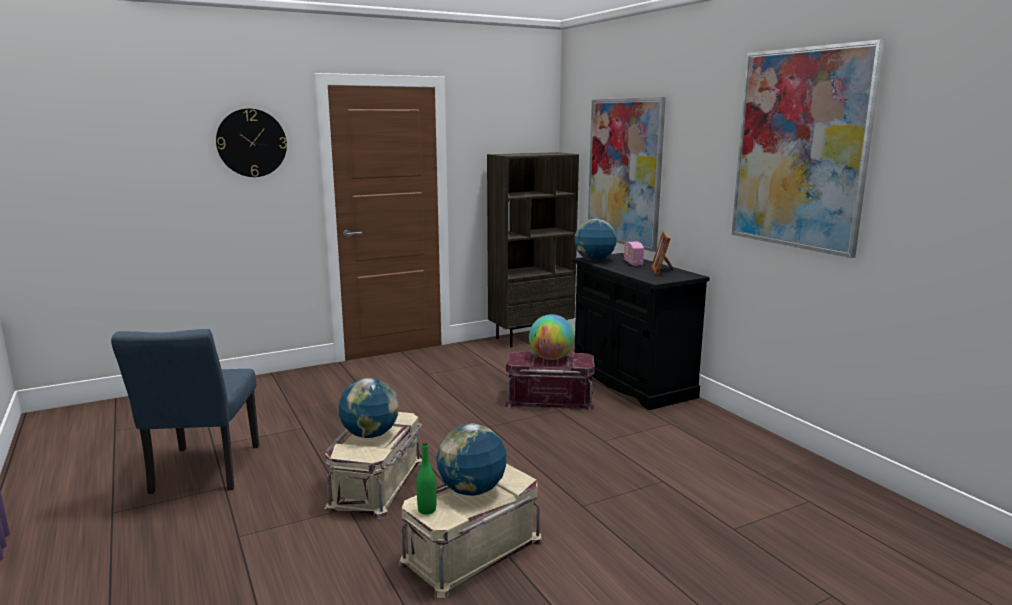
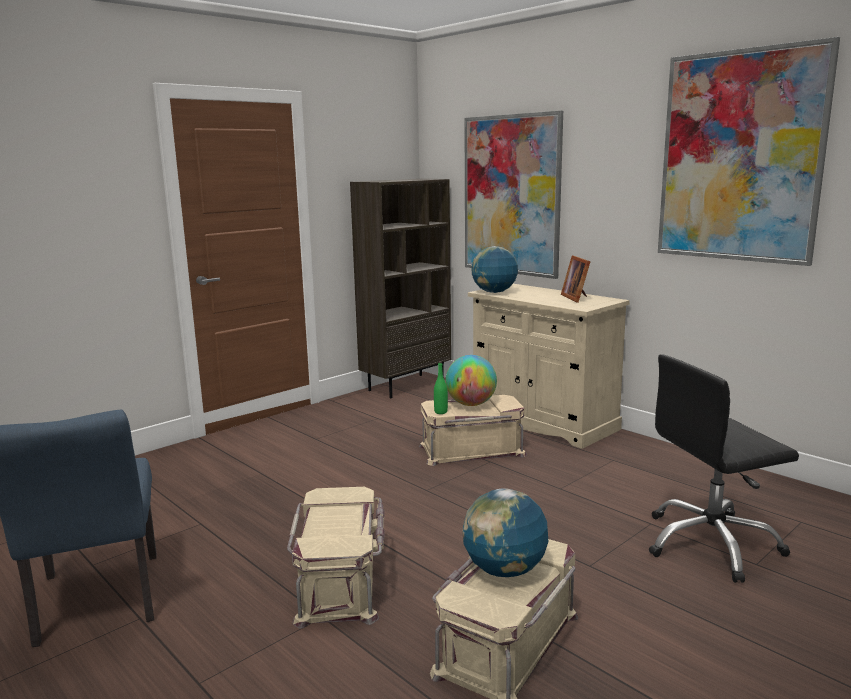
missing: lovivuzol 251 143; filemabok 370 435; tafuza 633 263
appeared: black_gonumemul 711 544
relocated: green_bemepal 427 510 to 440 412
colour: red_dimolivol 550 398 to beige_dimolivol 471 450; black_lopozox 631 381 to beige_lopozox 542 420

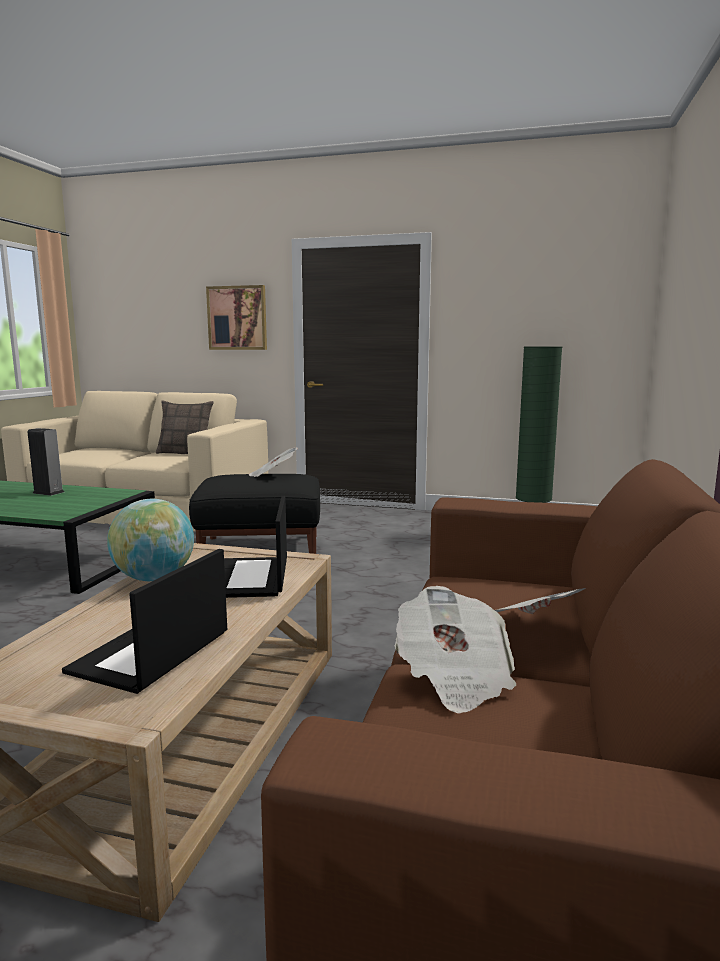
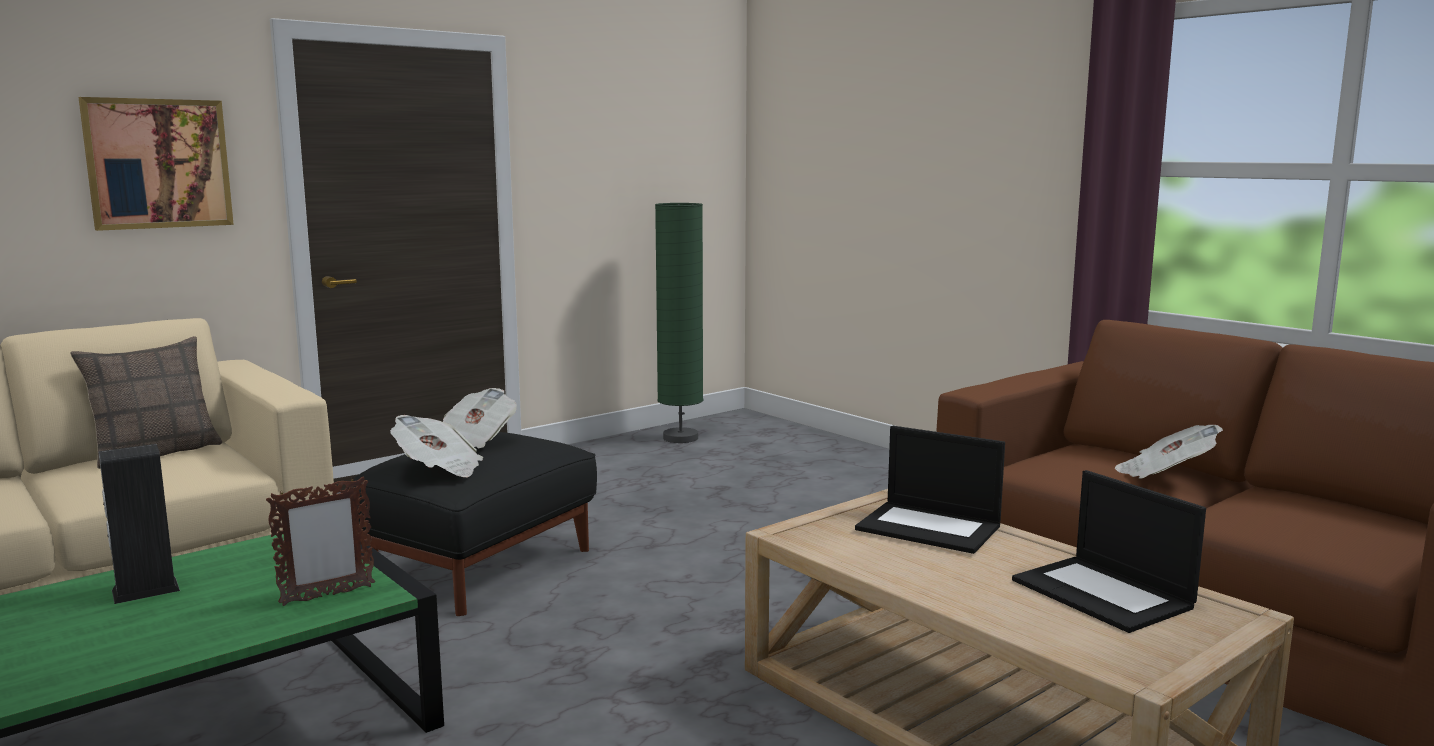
missing: filemabok 154 578
appeared: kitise 327 596
relocated: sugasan 453 677 to 439 469

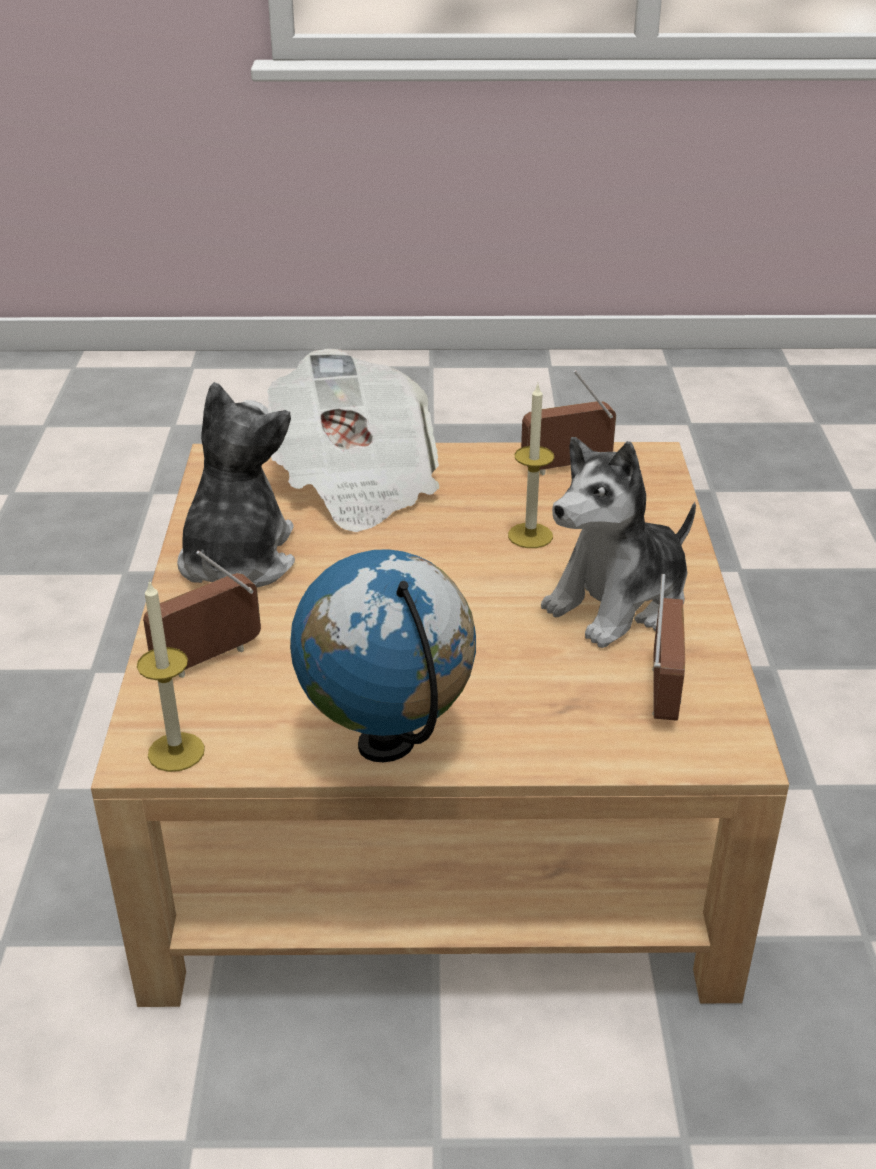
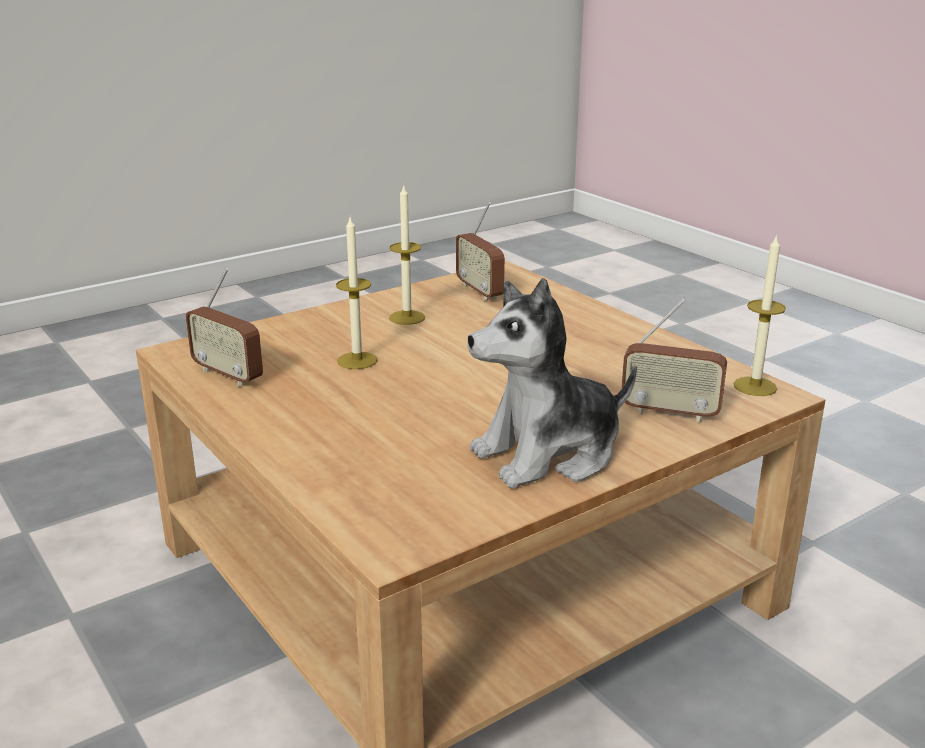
missing: sugasan 354 482; filemabok 387 744
exchanged: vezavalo 619 603 to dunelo 407 317
spun: tafuza 662 692 = 480 291 90 degrees counterclockwise

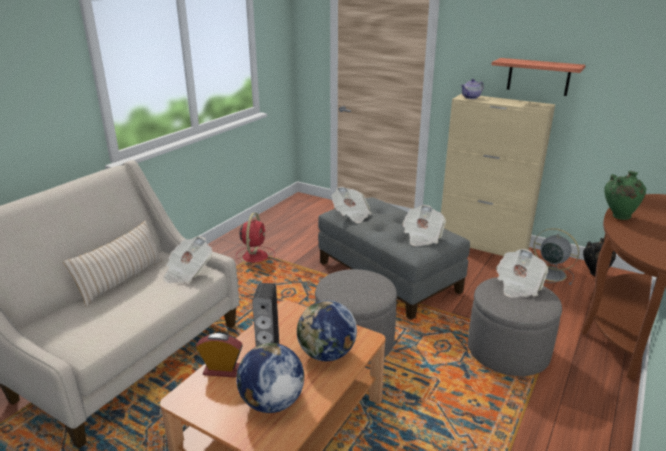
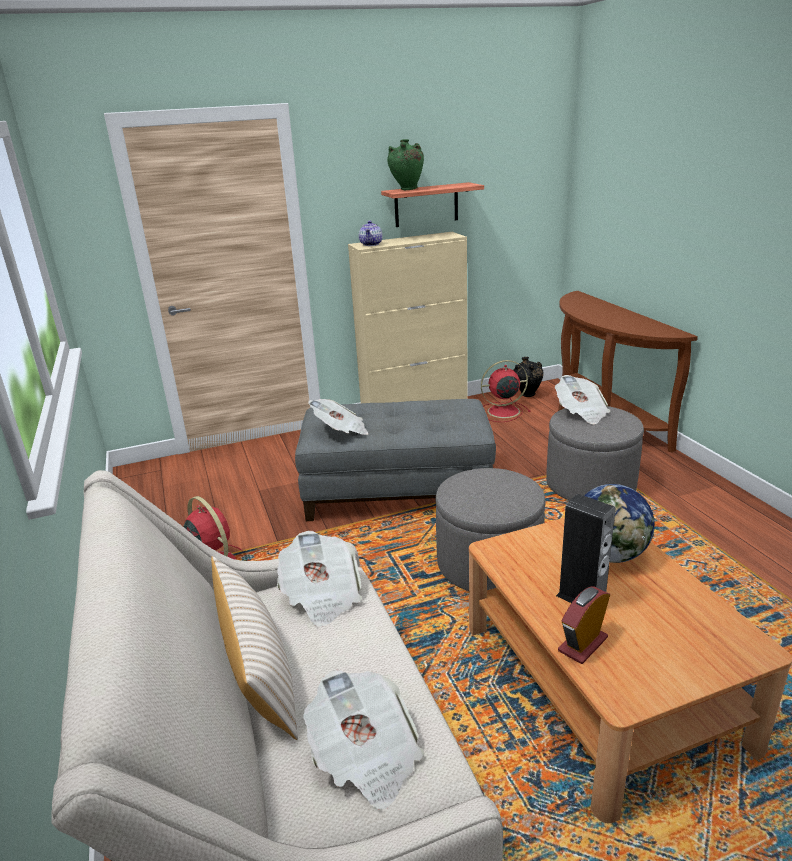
missing: filemabok 271 402
relocated: sugasan 422 237 to 366 757; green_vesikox 618 216 to 407 189
colour: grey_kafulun 549 273 to red_kafulun 502 411

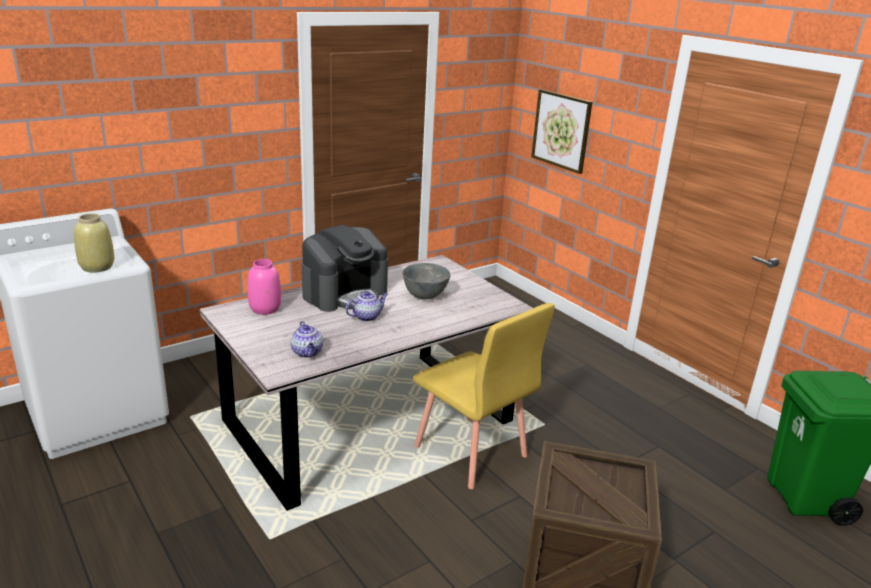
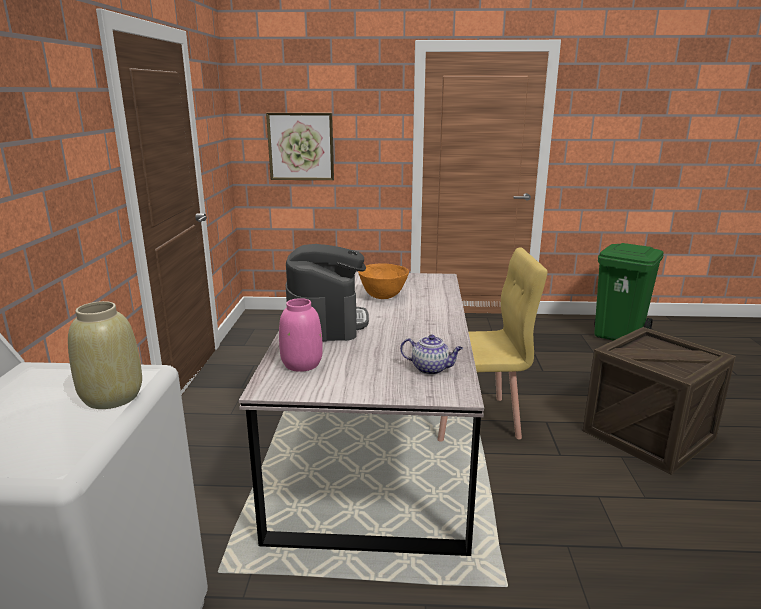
missing: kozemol 367 316
colour: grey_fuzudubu 424 296 to orange_fuzudubu 383 297

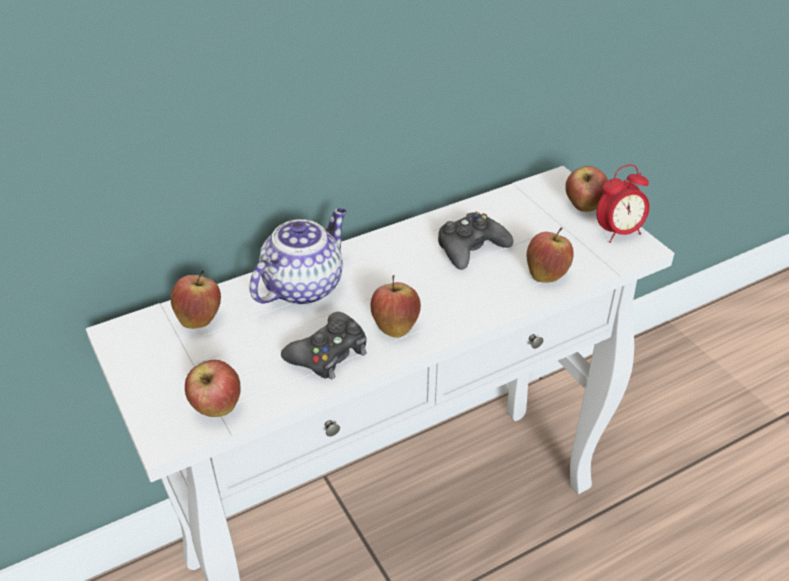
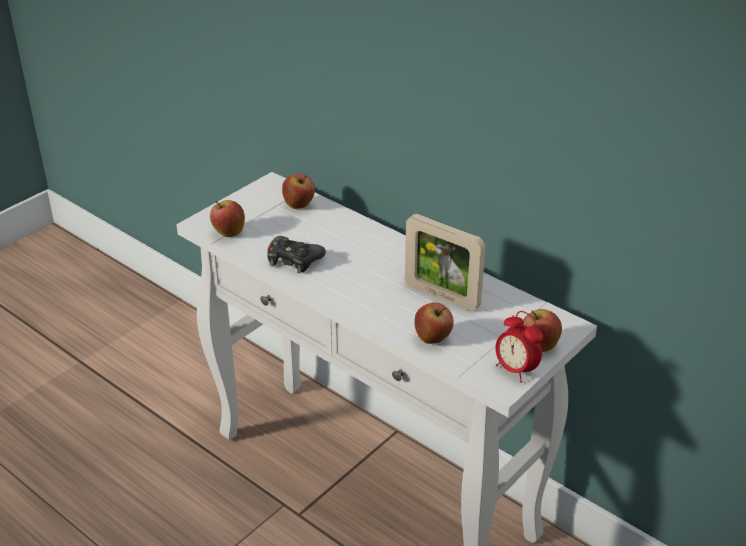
missing: kozemol 303 286; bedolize 395 326
exchanged: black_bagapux 471 248 to kitise 442 296

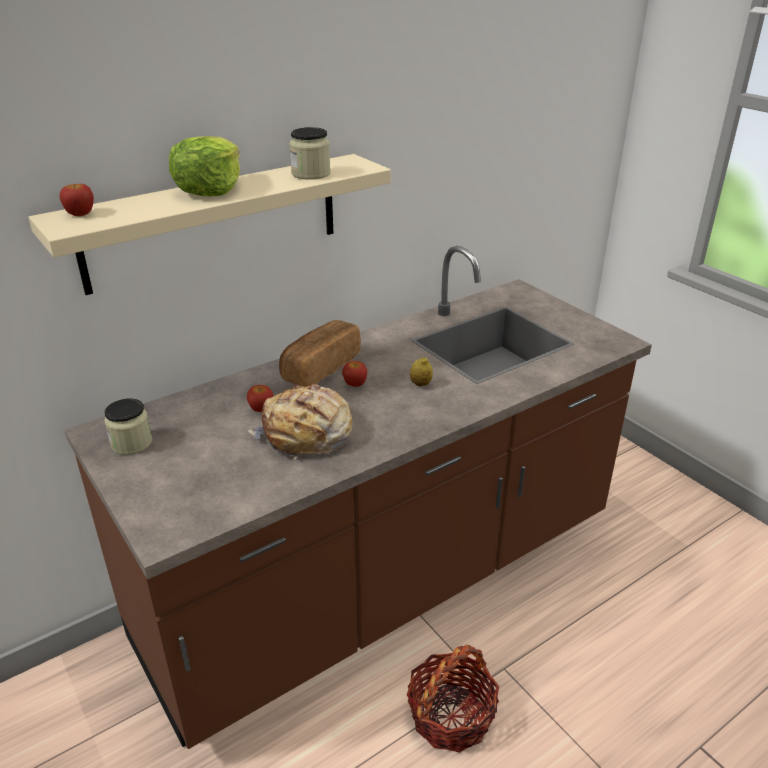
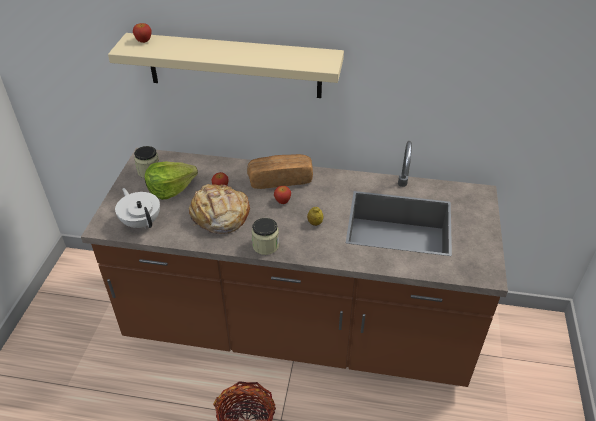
appeared: white_kozemol 141 222
relocated: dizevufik 210 189 to 170 189; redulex 311 174 to 265 245

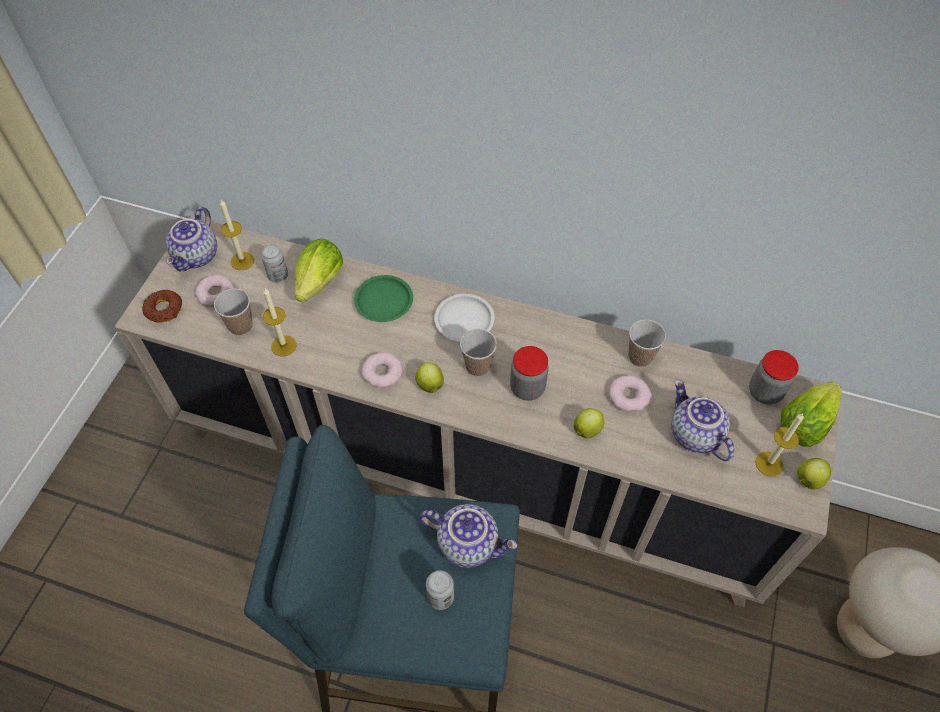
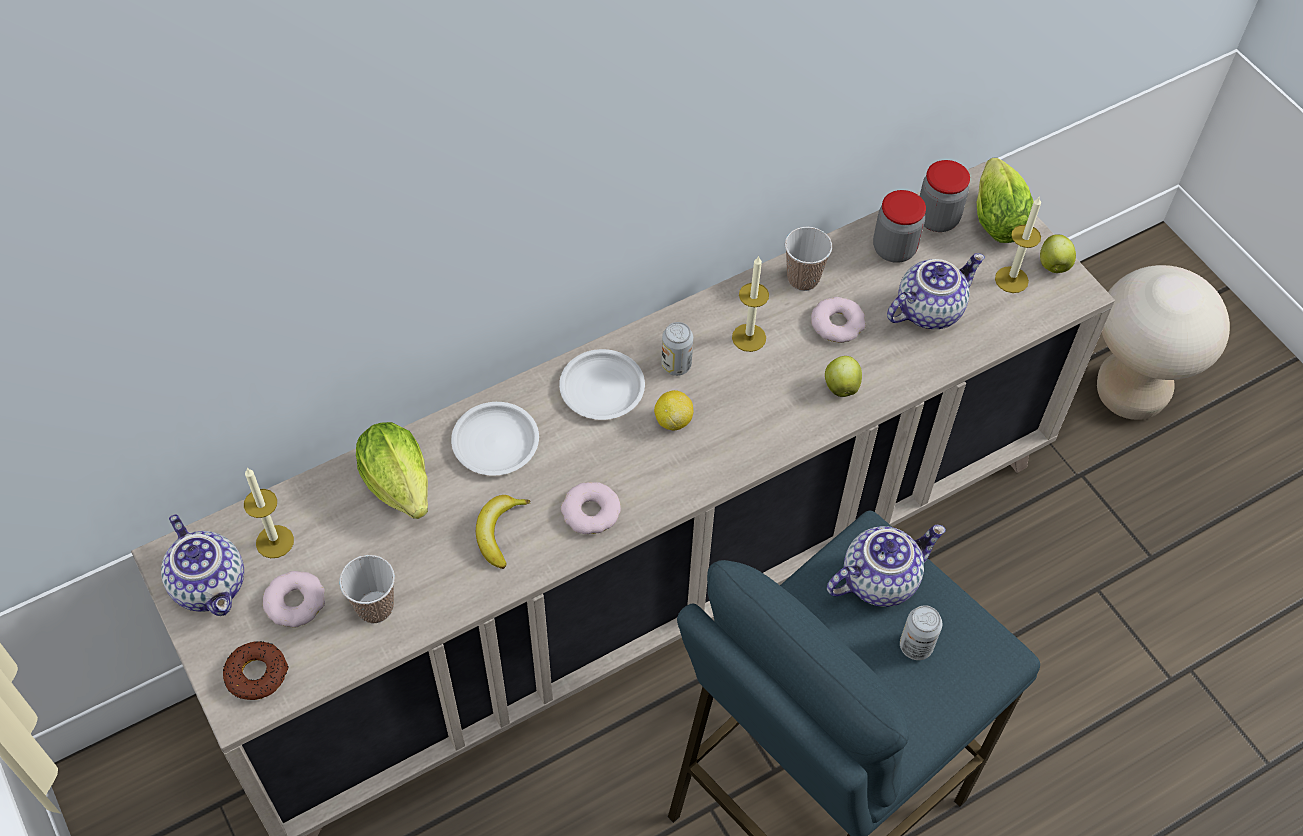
missing: bedolize 429 384
appeared: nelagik 499 532
relocated: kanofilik 278 276 to 676 365; dunelo 283 346 to 749 337; redulex 527 388 to 894 249
exchanged: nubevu 478 366 to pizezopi 673 420
colour: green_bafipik 384 302 to white_bafipik 496 442
spun: kozemol 693 434 = 928 309 135 degrees clockwise

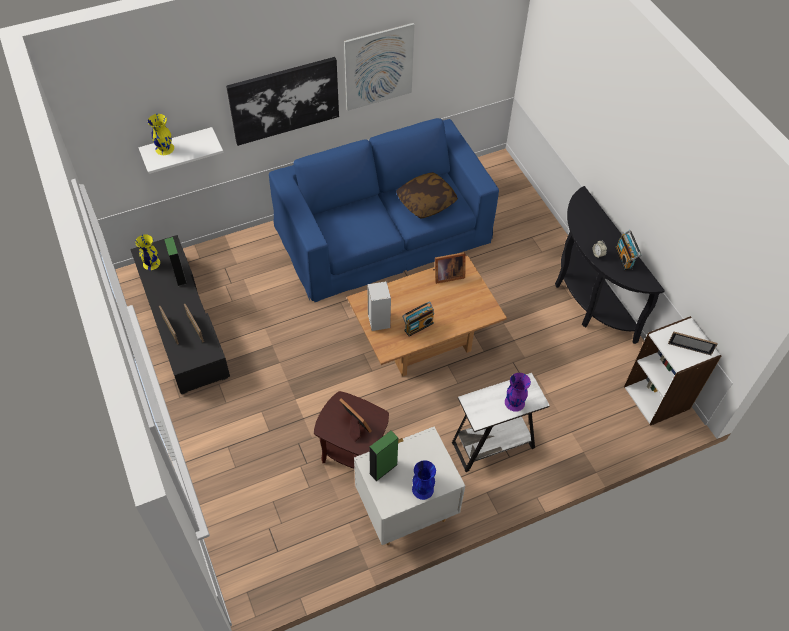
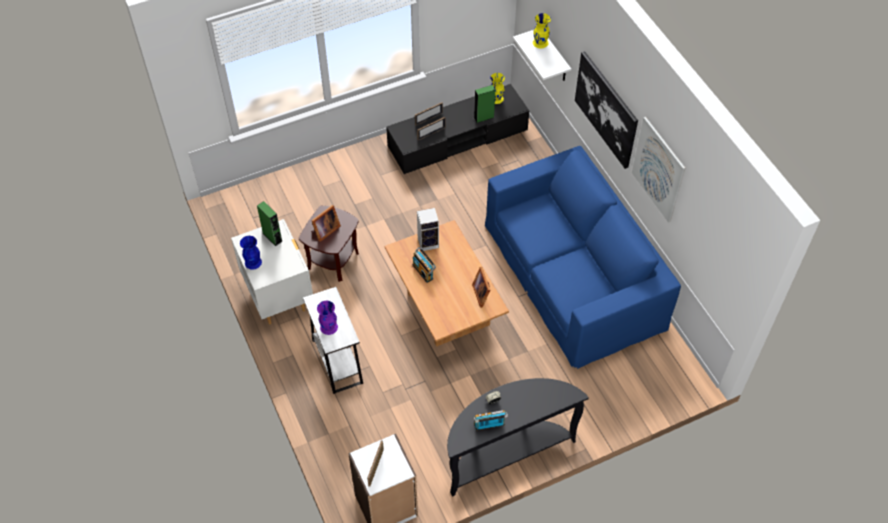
missing: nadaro 426 202

